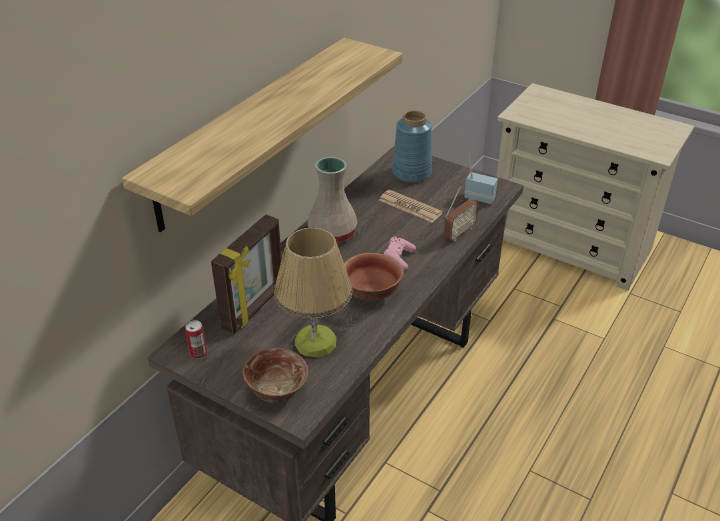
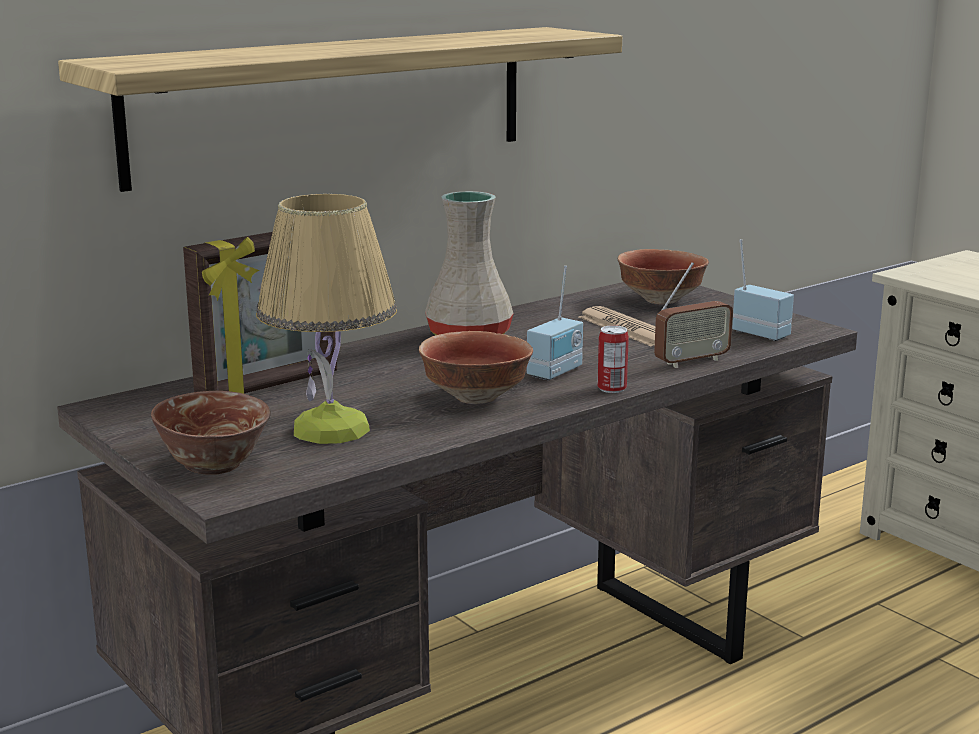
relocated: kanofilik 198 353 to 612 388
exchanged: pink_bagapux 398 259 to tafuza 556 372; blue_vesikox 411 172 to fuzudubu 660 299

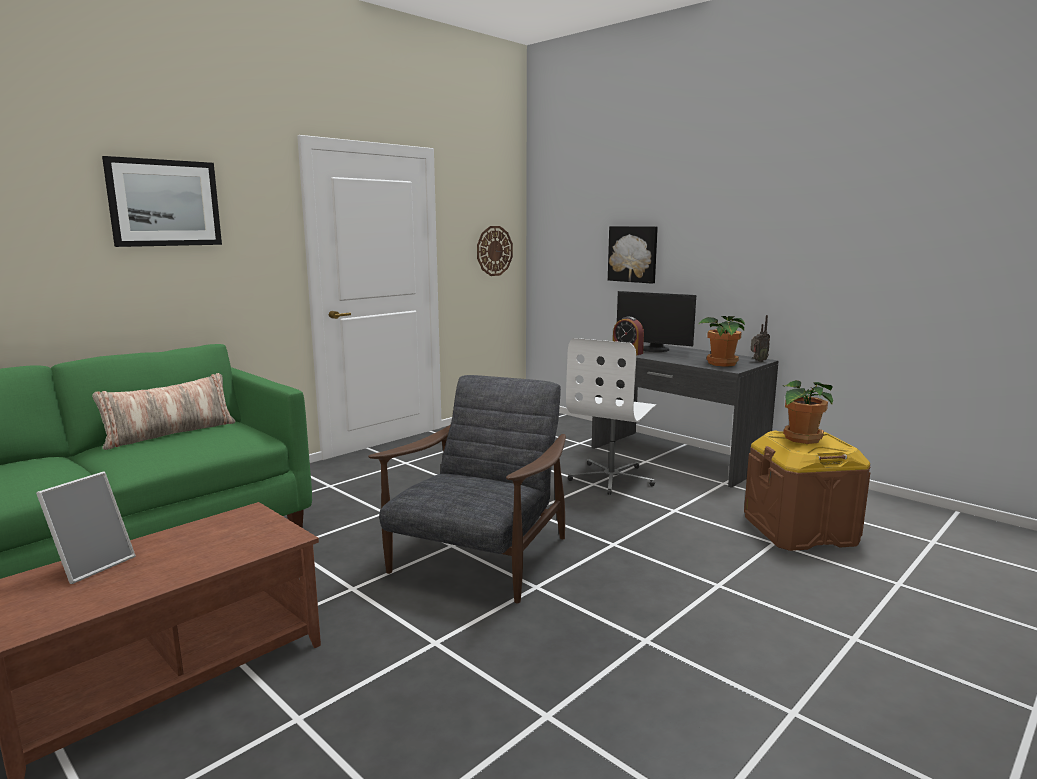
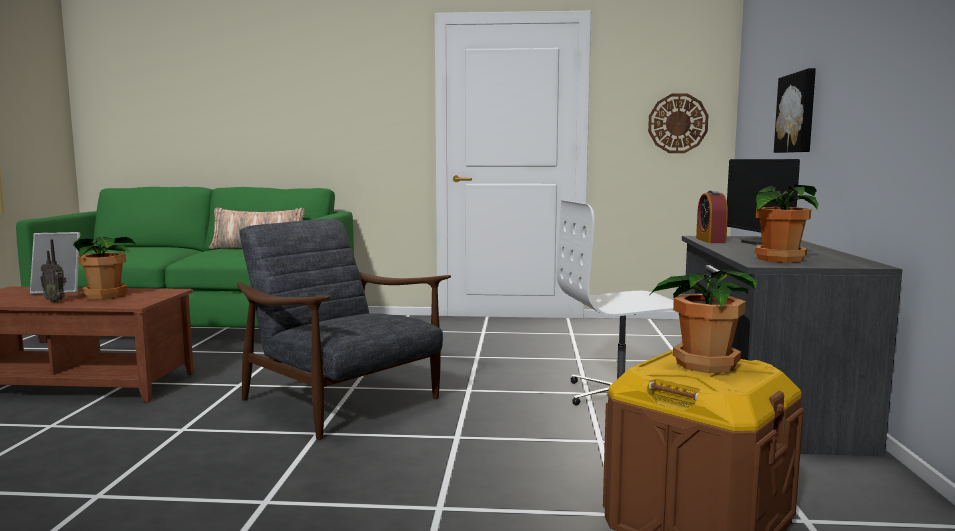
missing: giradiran 164 203
appeared: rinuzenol 105 295
relocated: tafuza 758 361 to 56 301
spun: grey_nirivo 479 558 = 343 401 120 degrees counterclockwise

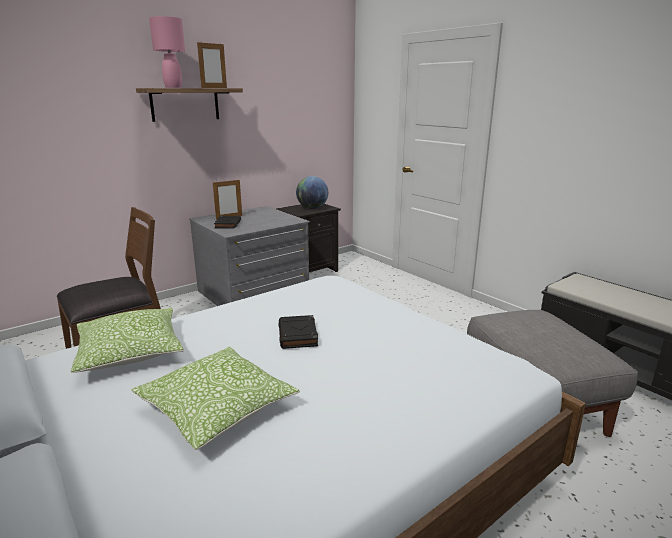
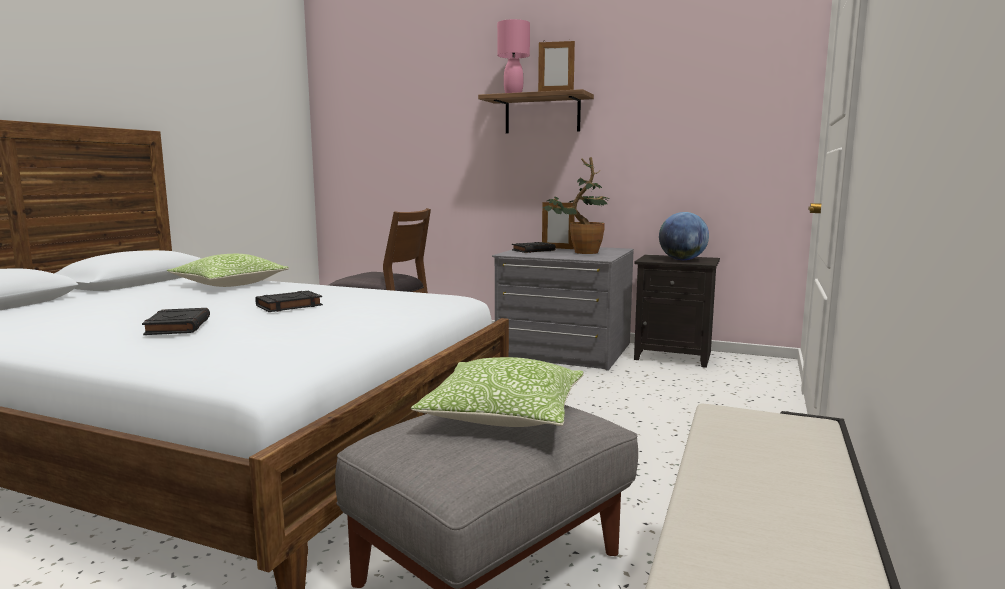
appeared: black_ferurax 178 326; rinuzenol 580 252
relocated: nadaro 217 409 to 504 415

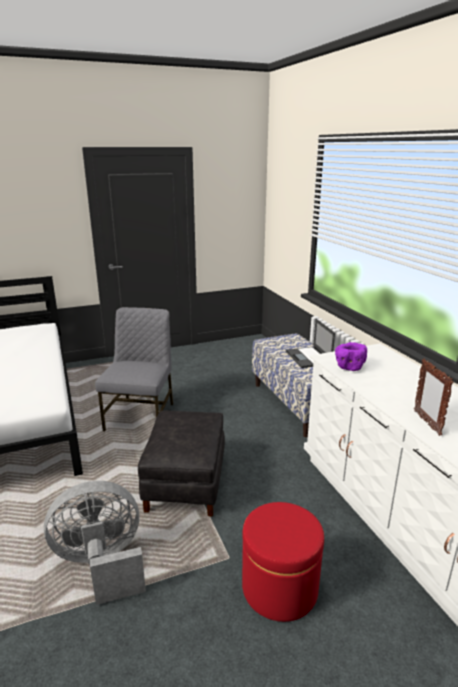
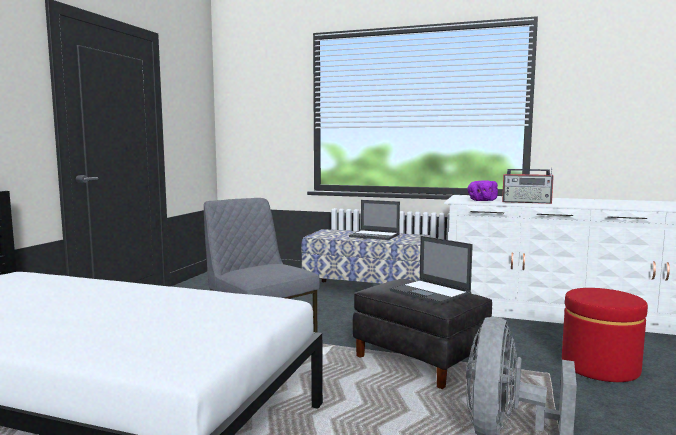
missing: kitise 426 423
appeared: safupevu 431 293; tafuza 527 202

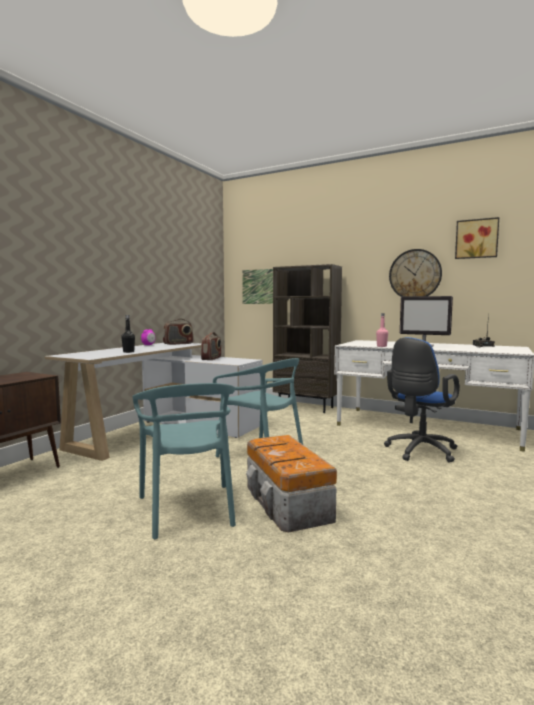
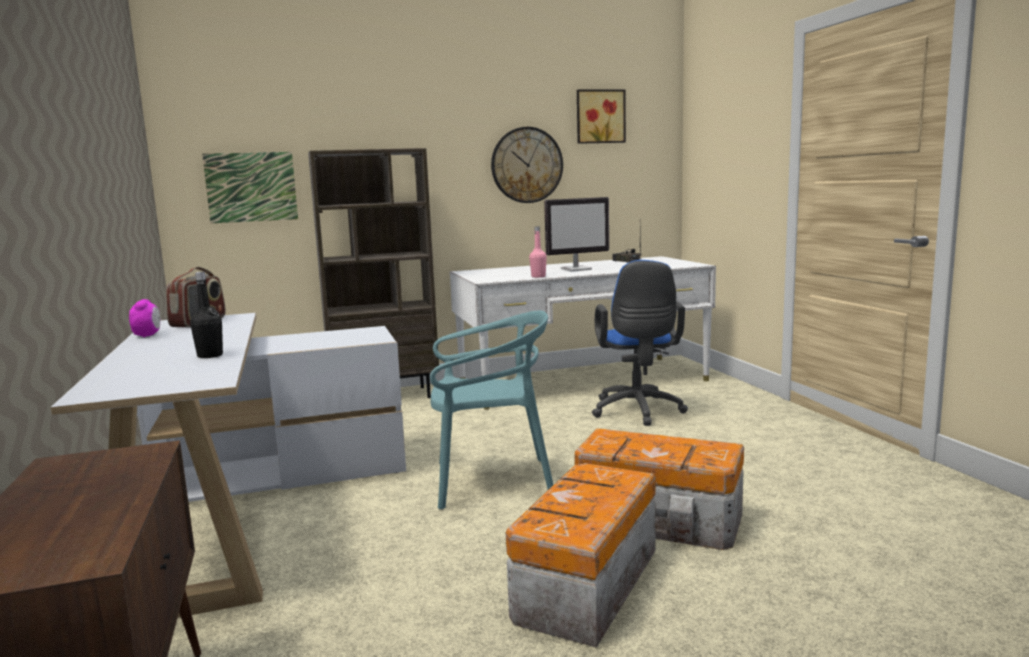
missing: tafuza 211 358
exchanged: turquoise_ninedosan 188 509 to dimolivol 584 586

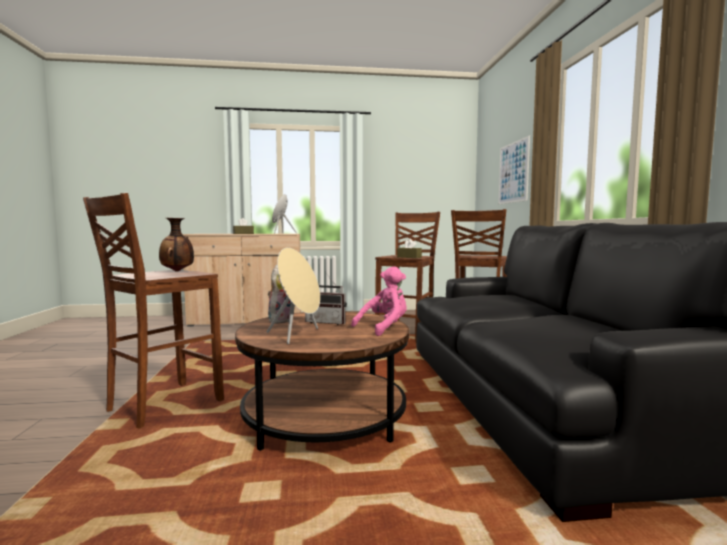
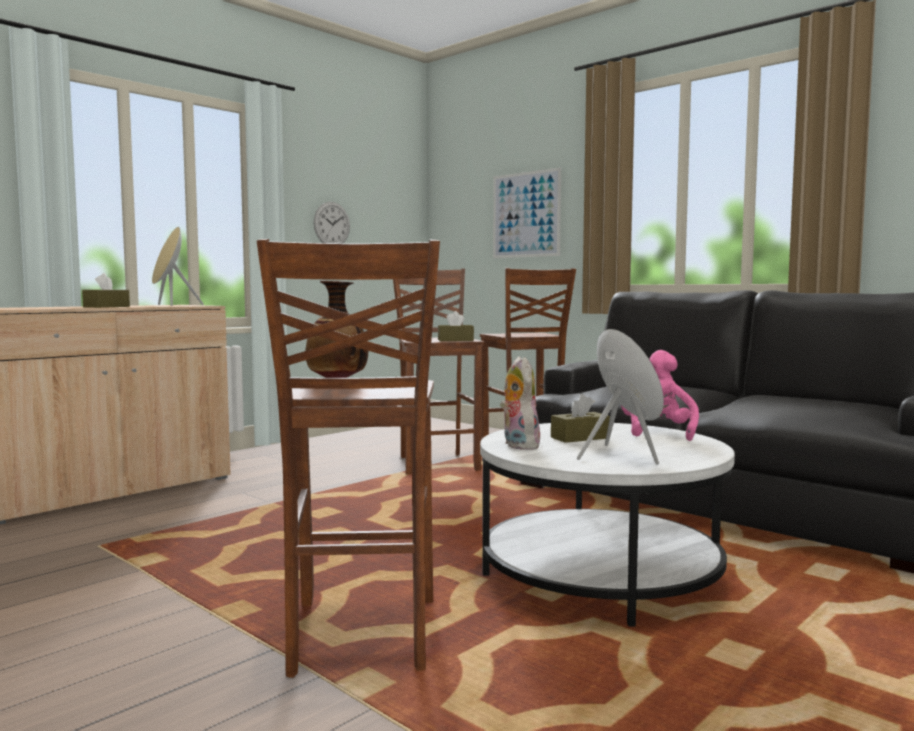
appeared: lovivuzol 332 224
exchanged: tafuza 327 322 to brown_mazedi 580 438
colour: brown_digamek 325 417 to white_digamek 600 575

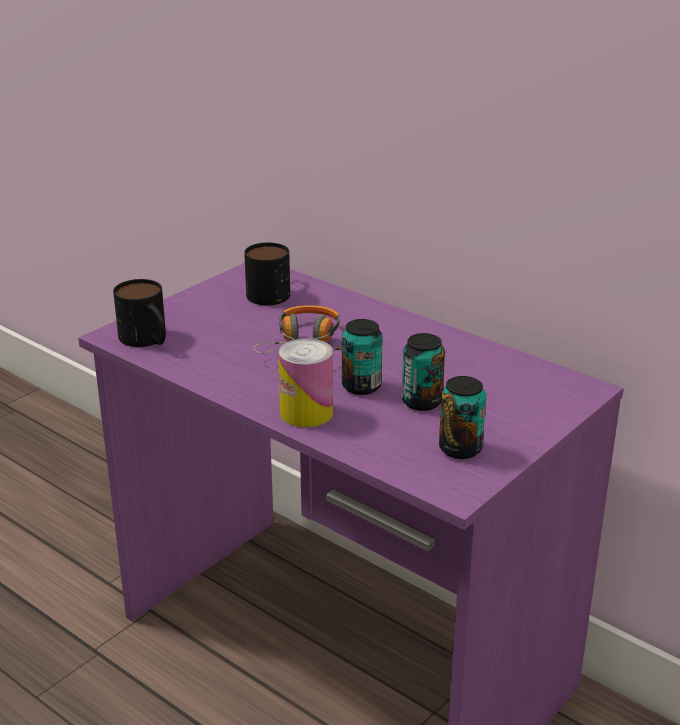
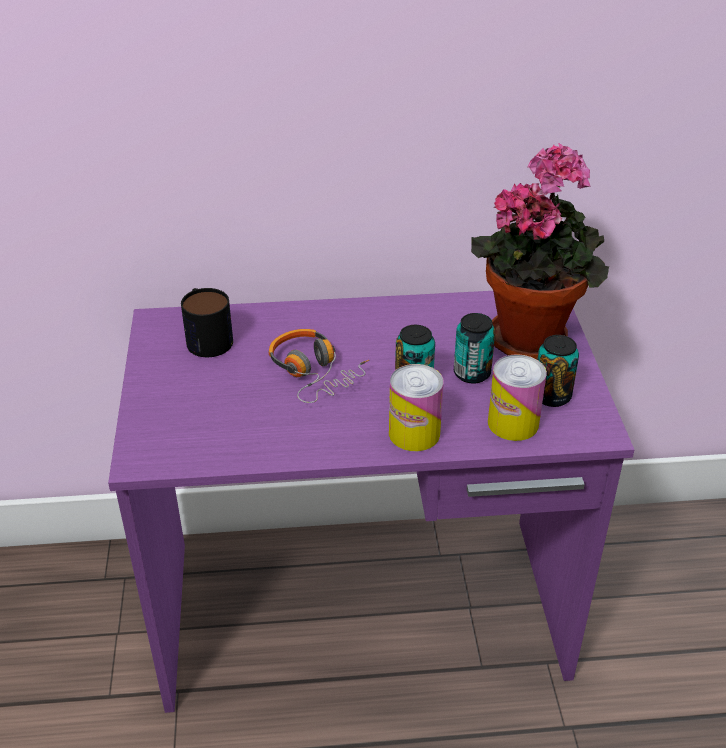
missing: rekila 148 340
appeared: rinuzenol 531 335; kanofilik 513 423

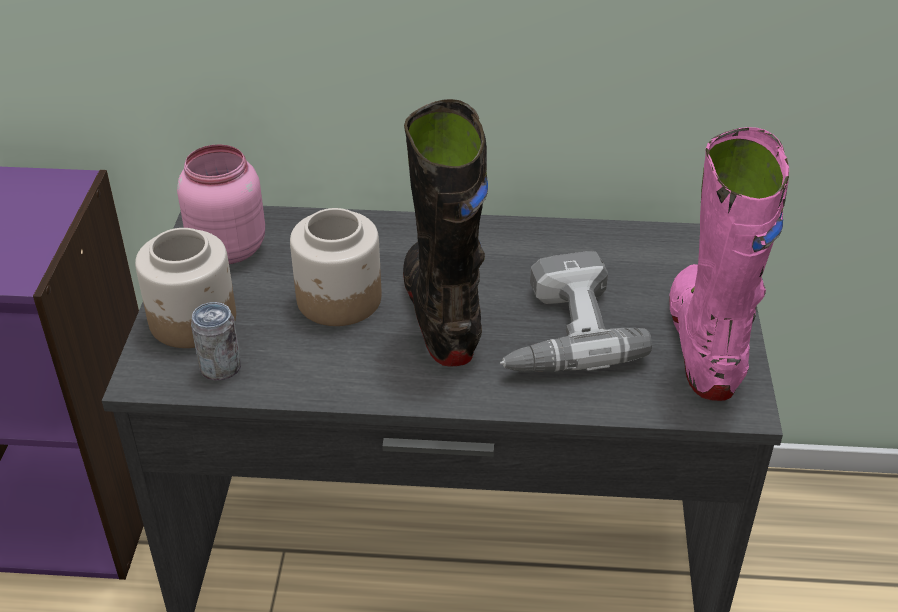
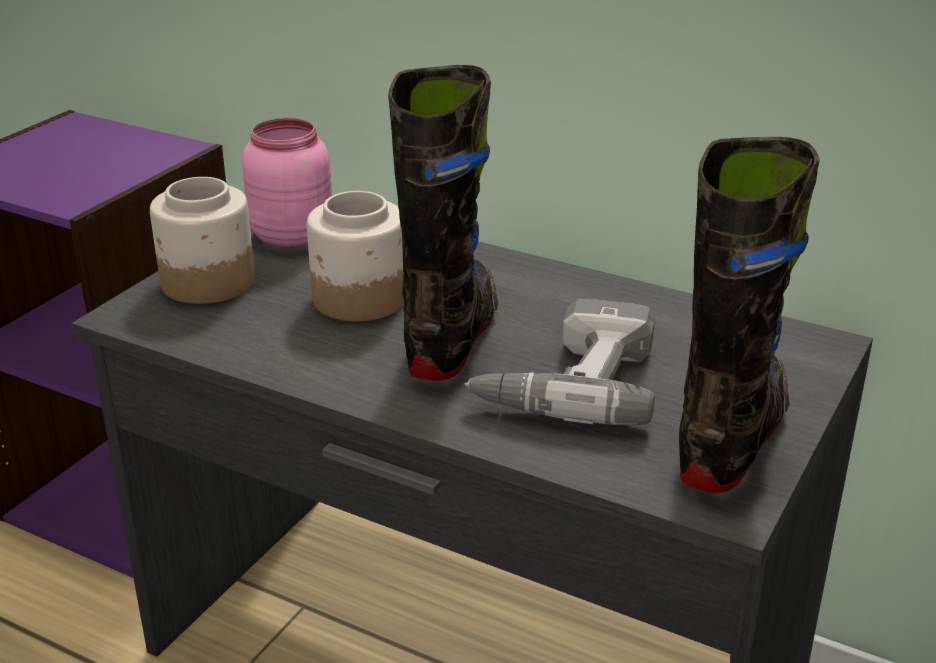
missing: kanofilik 220 368
colour: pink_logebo 705 345 to black_logebo 732 437

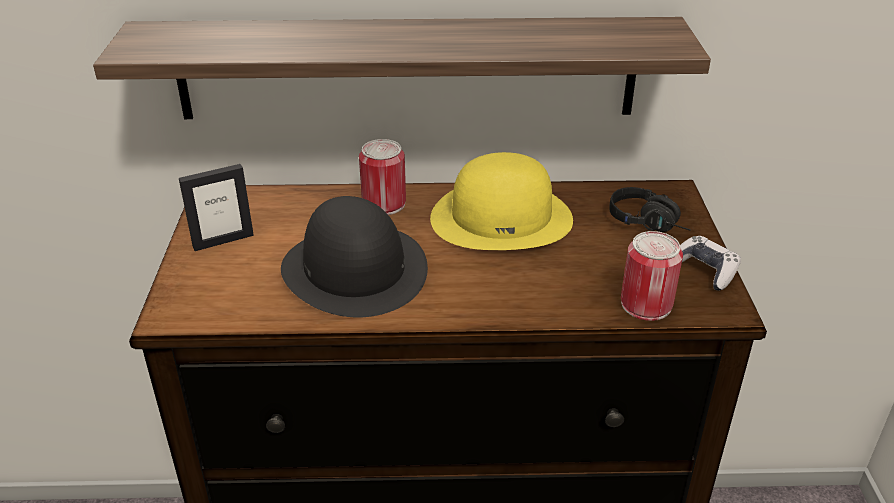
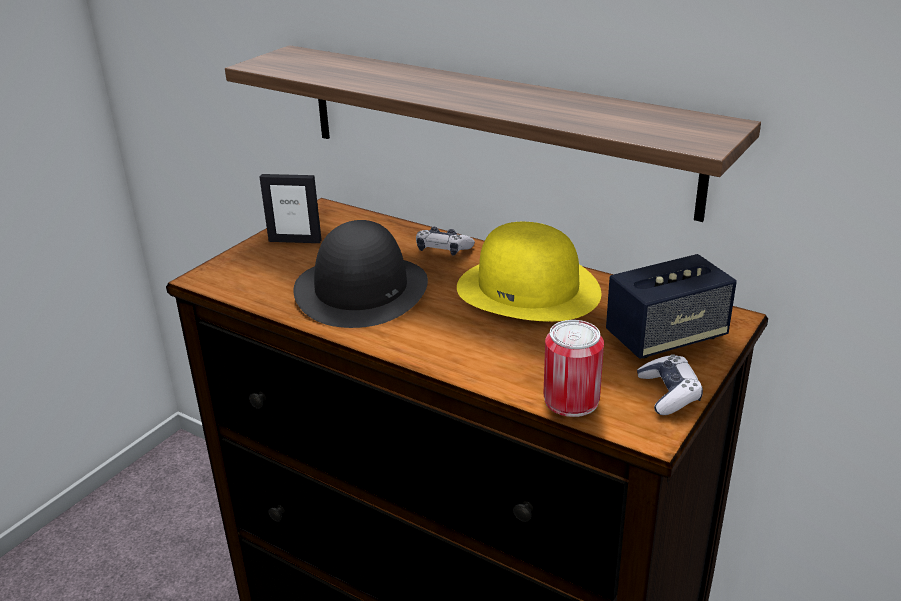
exchanged: kanofilik 384 203 to bagapux 443 249; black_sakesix 650 223 to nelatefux 666 337

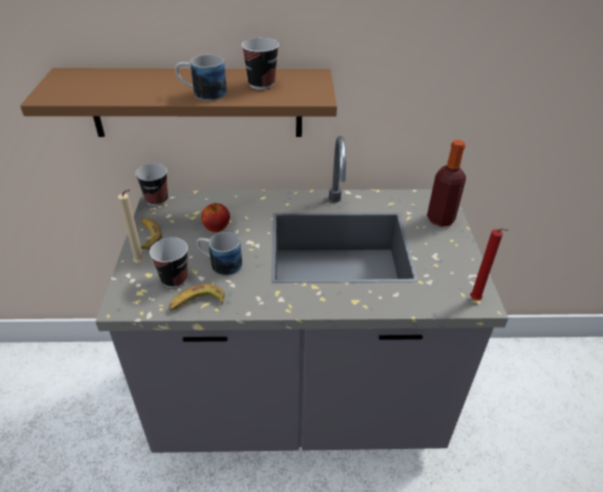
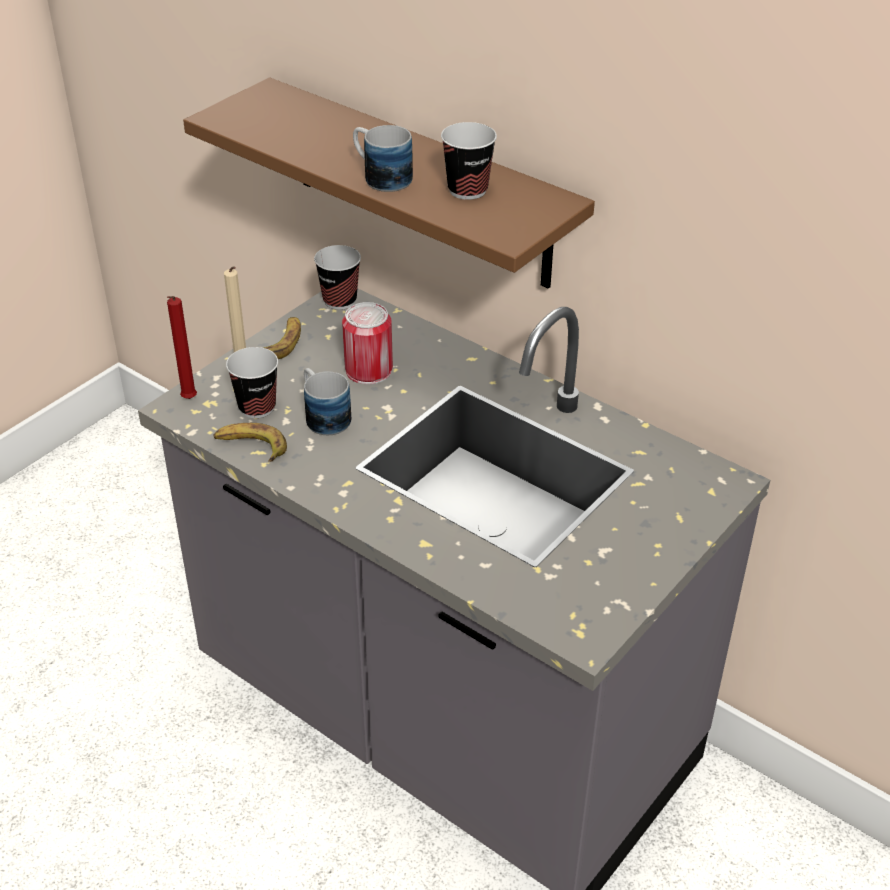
missing: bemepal 440 219
relocated: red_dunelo 476 301 to 188 400
exchanged: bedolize 216 228 to kanofilik 368 370

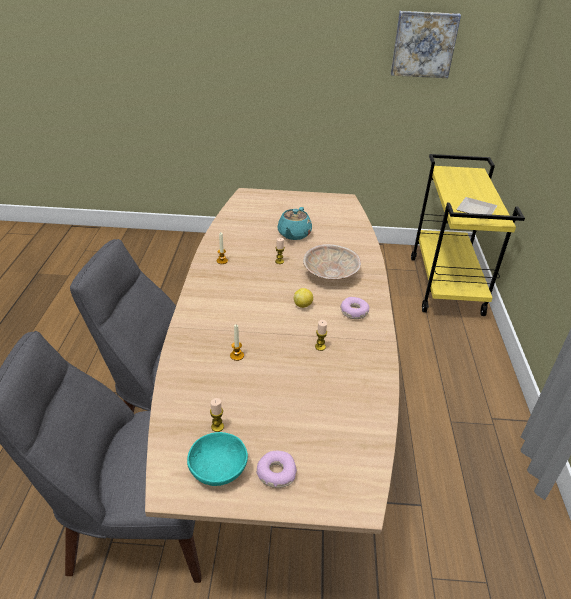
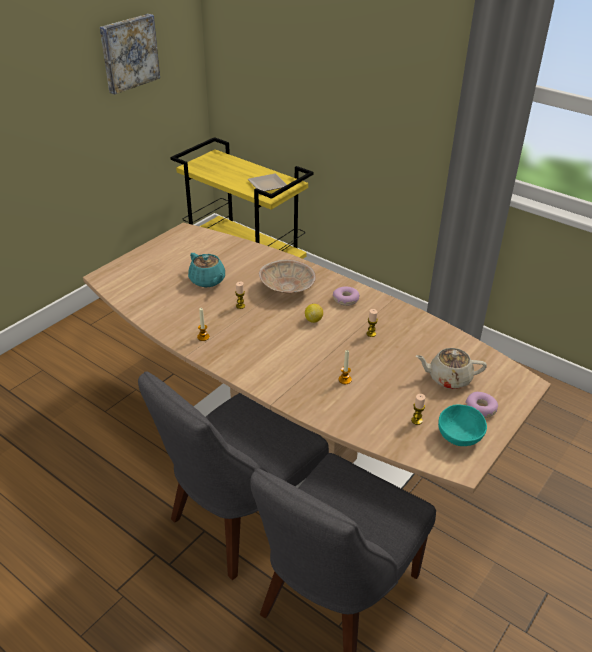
appeared: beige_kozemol 448 378

